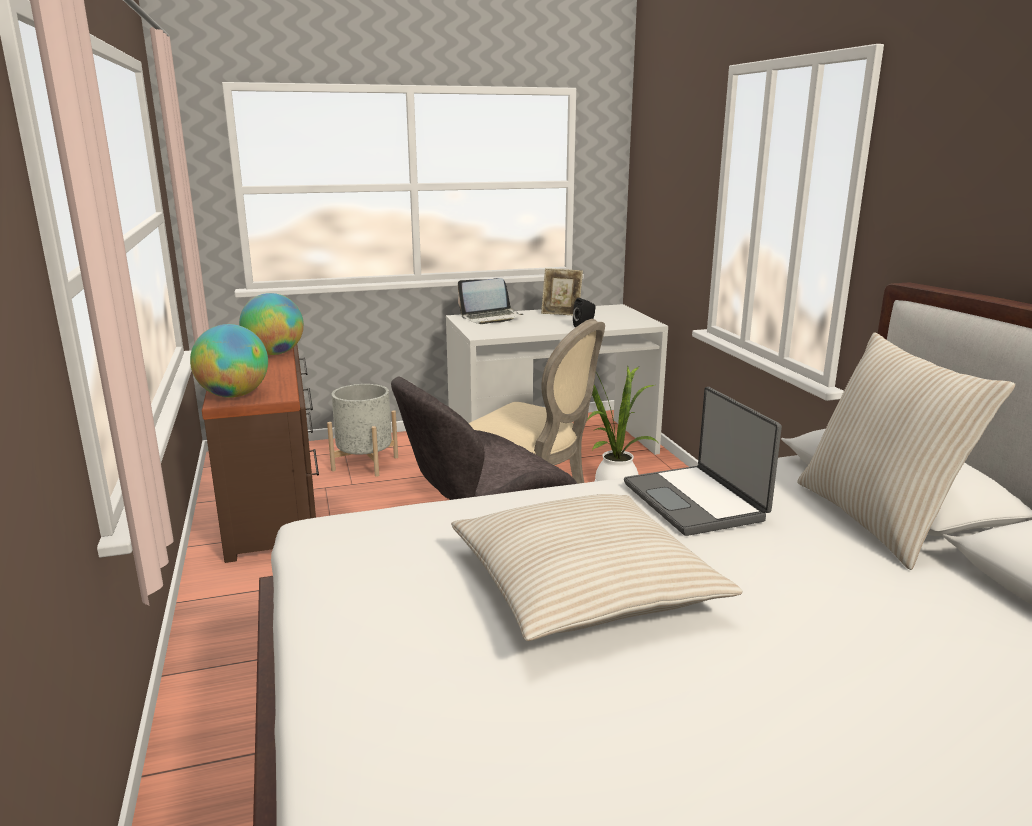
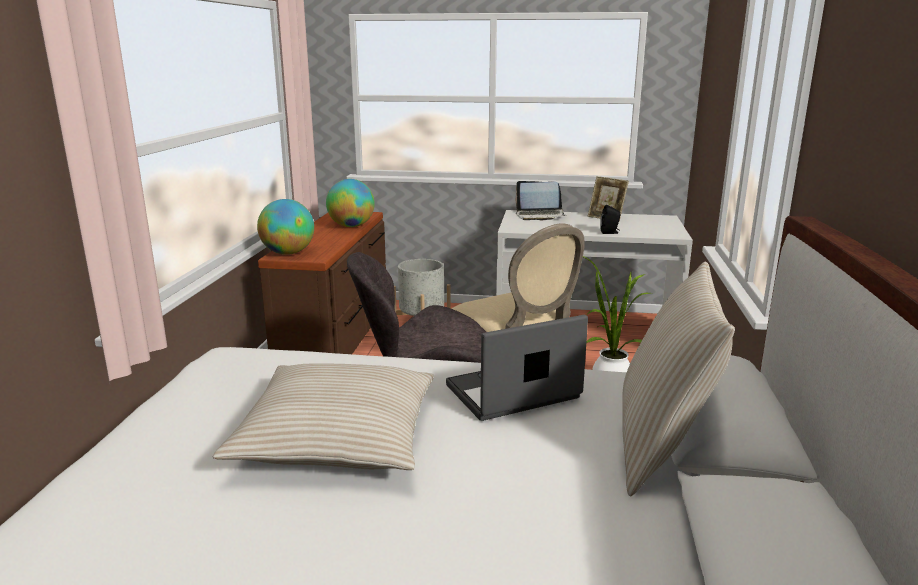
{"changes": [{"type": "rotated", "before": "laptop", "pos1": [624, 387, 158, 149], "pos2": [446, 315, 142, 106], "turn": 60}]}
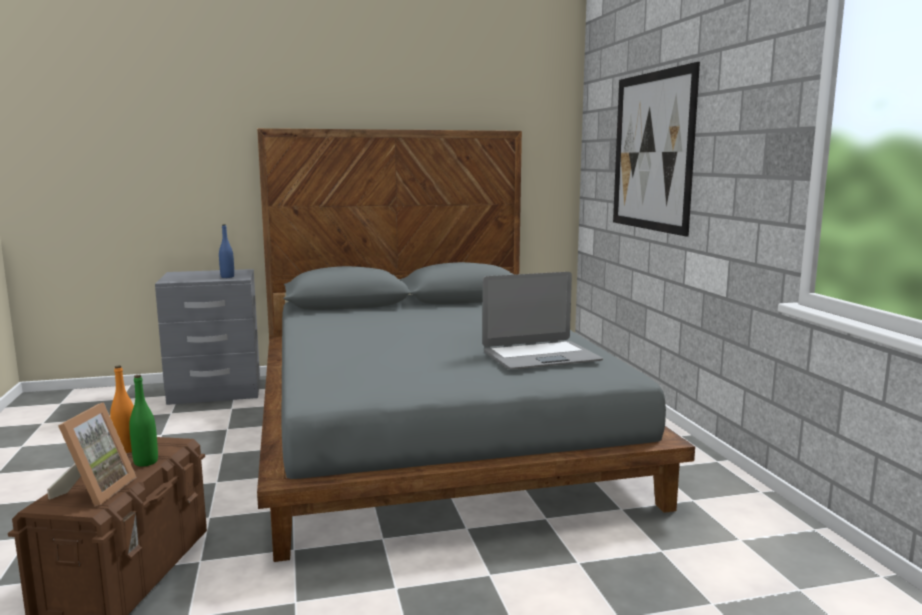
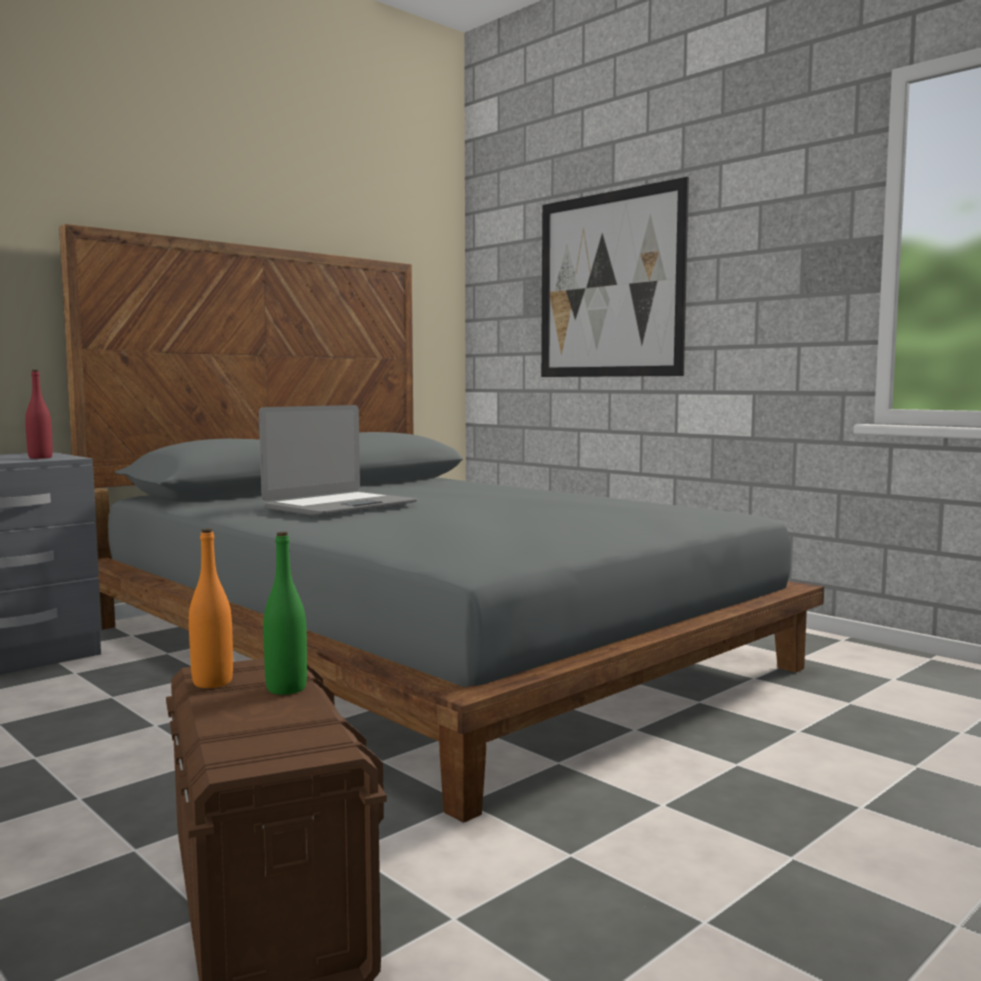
{"changes": [{"type": "gone", "before": "picture frame", "pos1": [47, 402, 89, 104]}, {"type": "shifted", "before": "laptop", "pos1": [482, 272, 121, 98], "pos2": [259, 405, 158, 111]}, {"type": "repainted", "before": "bottle in blue", "after": "bottle in red", "pos1": [219, 224, 15, 54], "pos2": [25, 370, 28, 89]}]}
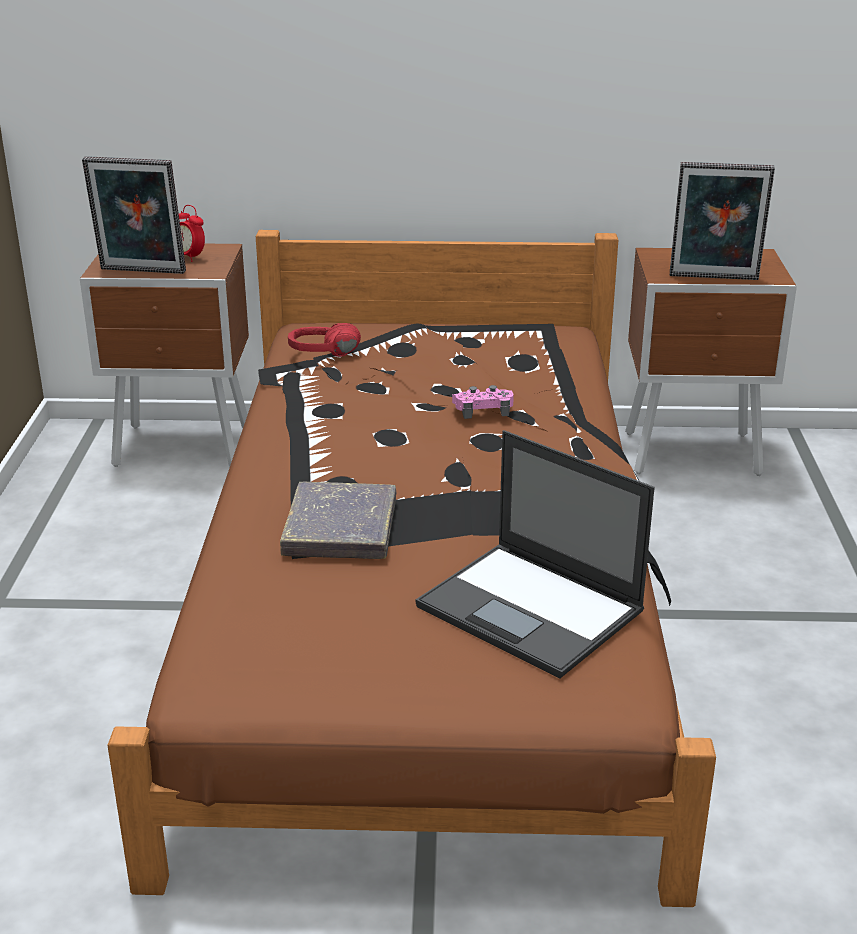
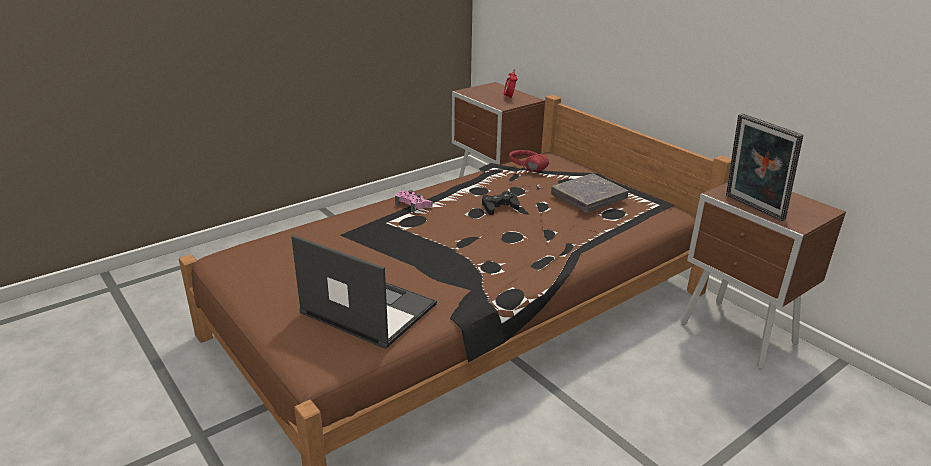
{"changes": [{"type": "gone", "before": "picture frame", "pos1": [82, 157, 104, 117]}, {"type": "new", "after": "game controller in black", "pos2": [482, 191, 38, 24]}, {"type": "shifted", "before": "book in grey", "pos1": [280, 482, 116, 77], "pos2": [551, 173, 77, 39]}, {"type": "shifted", "before": "game controller in pink", "pos1": [452, 385, 62, 34], "pos2": [395, 190, 37, 23]}, {"type": "rotated", "before": "laptop", "pos1": [416, 430, 239, 248], "pos2": [291, 235, 146, 114], "turn": 120}]}
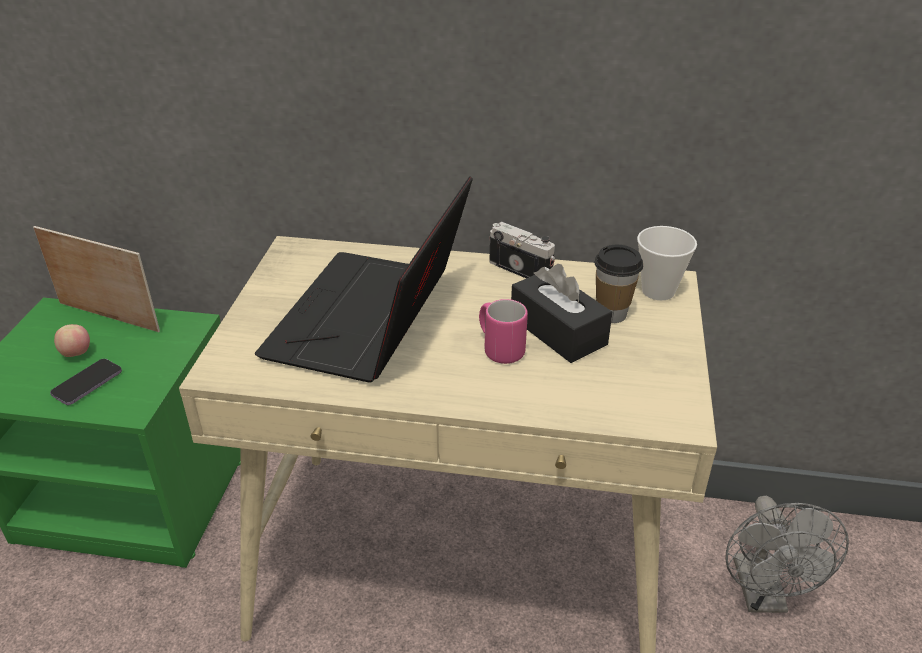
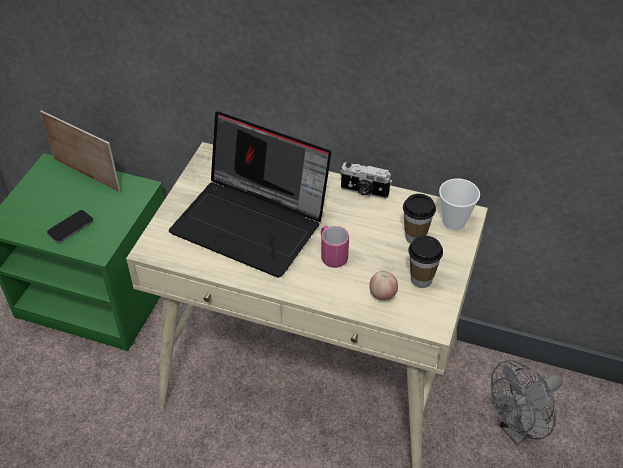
{"changes": [{"type": "gone", "before": "tissue box in black", "pos1": [511, 264, 101, 99]}, {"type": "new", "after": "cup", "pos2": [408, 236, 35, 52]}, {"type": "shifted", "before": "apple", "pos1": [54, 324, 36, 33], "pos2": [369, 271, 29, 29]}, {"type": "rotated", "before": "laptop", "pos1": [255, 176, 218, 207], "pos2": [169, 112, 162, 166], "turn": -90}, {"type": "rotated", "before": "photo camera", "pos1": [489, 222, 66, 56], "pos2": [340, 162, 52, 37], "turn": 150}, {"type": "rotated", "before": "fan in grey", "pos1": [725, 496, 124, 117], "pos2": [491, 360, 71, 85], "turn": 45}]}
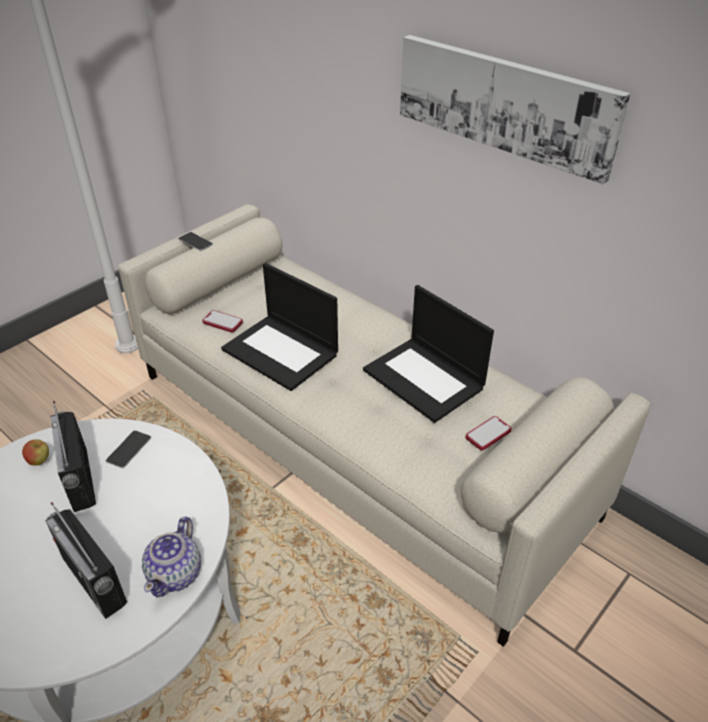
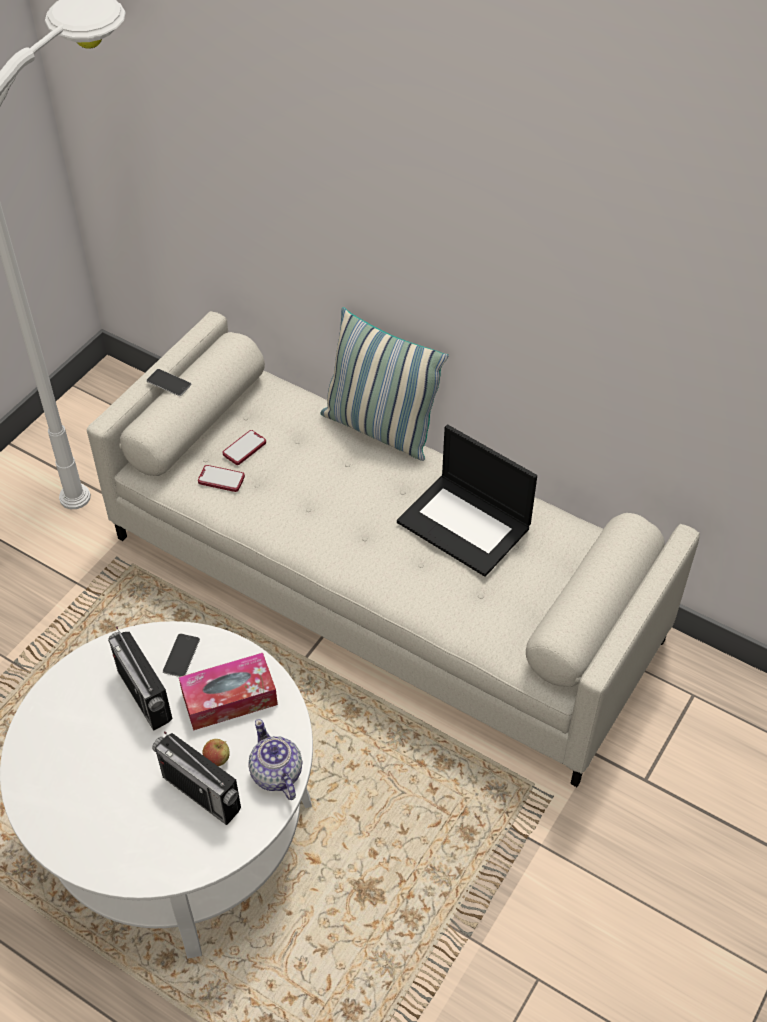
{"changes": [{"type": "gone", "before": "laptop", "pos1": [221, 263, 117, 128]}, {"type": "gone", "before": "picture", "pos1": [400, 35, 231, 149]}, {"type": "new", "after": "tissue box", "pos2": [179, 653, 99, 77]}, {"type": "new", "after": "pillow", "pos2": [321, 307, 127, 154]}, {"type": "shifted", "before": "apple", "pos1": [22, 439, 27, 27], "pos2": [202, 739, 28, 27]}, {"type": "shifted", "before": "phone", "pos1": [466, 416, 46, 35], "pos2": [222, 430, 44, 35]}, {"type": "rotated", "before": "teapot", "pos1": [142, 517, 59, 80], "pos2": [248, 719, 54, 81], "turn": 150}]}
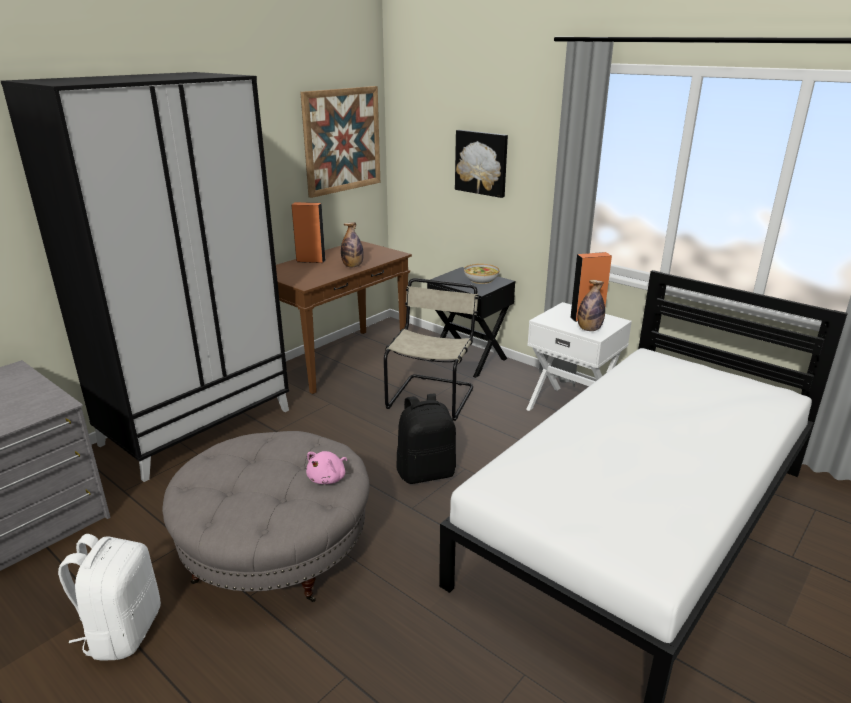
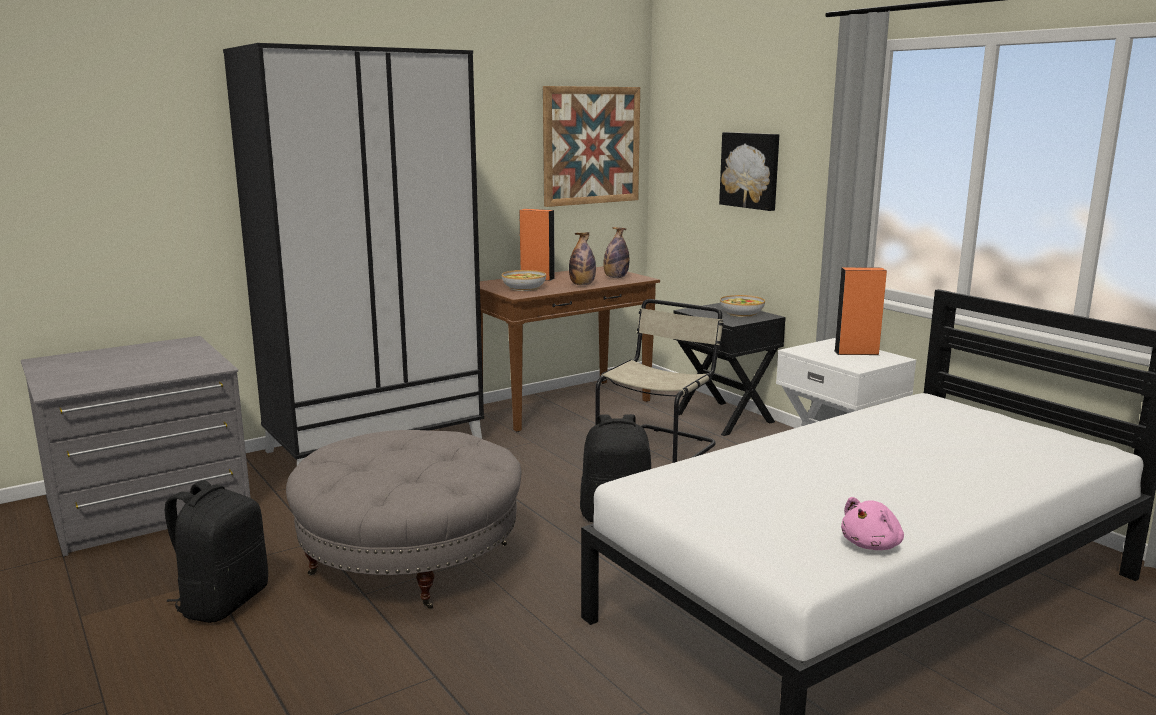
{"changes": [{"type": "new", "after": "bowl", "pos2": [502, 270, 44, 21]}, {"type": "shifted", "before": "plush toy in pink", "pos1": [306, 451, 41, 33], "pos2": [841, 497, 63, 53]}, {"type": "shifted", "before": "bottle", "pos1": [578, 280, 27, 51], "pos2": [603, 227, 26, 51]}, {"type": "repainted", "before": "backpack in white", "after": "backpack in black", "pos1": [58, 534, 103, 126], "pos2": [165, 480, 103, 143]}]}
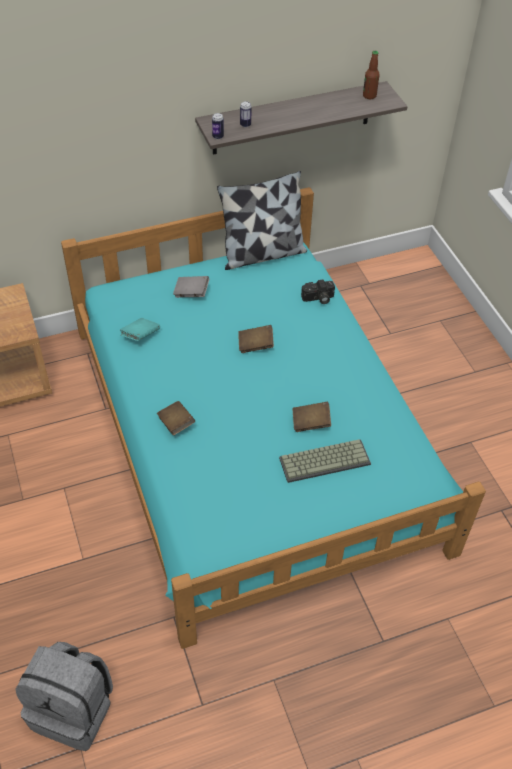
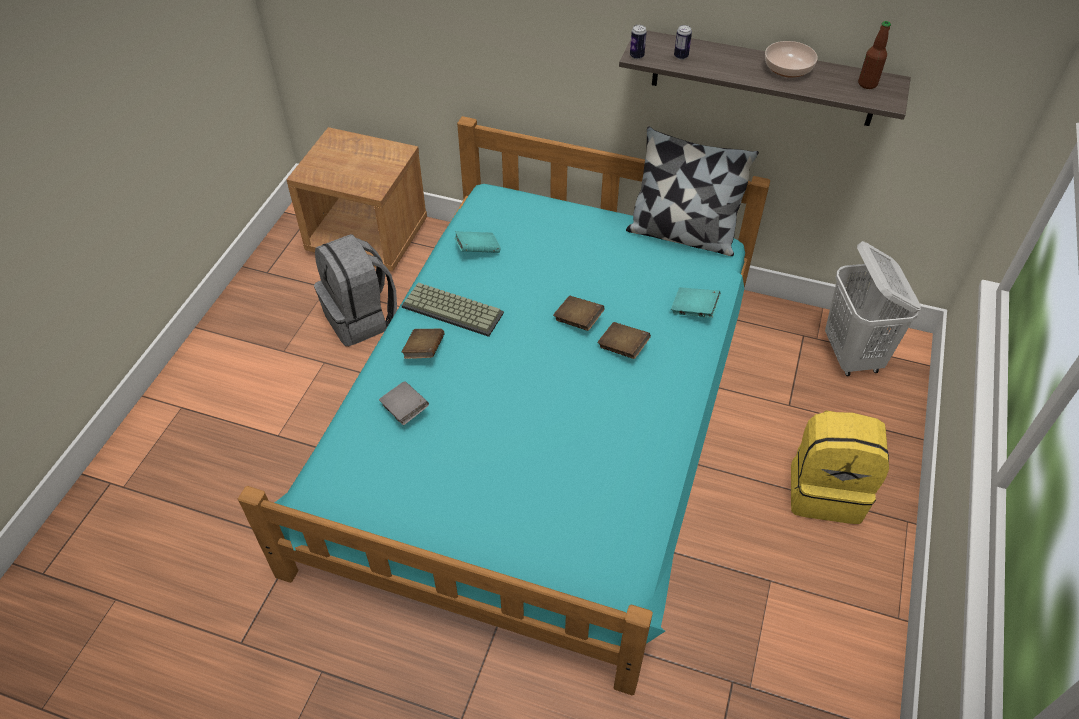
{"changes": [{"type": "new", "after": "bowl", "pos2": [765, 41, 53, 36]}, {"type": "new", "after": "backpack in yellow", "pos2": [791, 410, 98, 114]}, {"type": "new", "after": "laundry basket in white", "pos2": [825, 241, 96, 135]}, {"type": "shifted", "before": "backpack in grey", "pos1": [15, 642, 98, 109], "pos2": [314, 234, 83, 112]}, {"type": "shifted", "before": "book in grey", "pos1": [173, 276, 36, 22], "pos2": [379, 381, 50, 44]}, {"type": "shifted", "before": "keyboard", "pos1": [279, 439, 92, 44], "pos2": [402, 282, 102, 55]}, {"type": "shifted", "before": "book in brown", "pos1": [293, 401, 38, 31], "pos2": [597, 322, 54, 37]}, {"type": "swapped", "before": "photo camera", "after": "book in turquoise", "pos1": [301, 280, 34, 24], "pos2": [671, 287, 50, 31]}]}
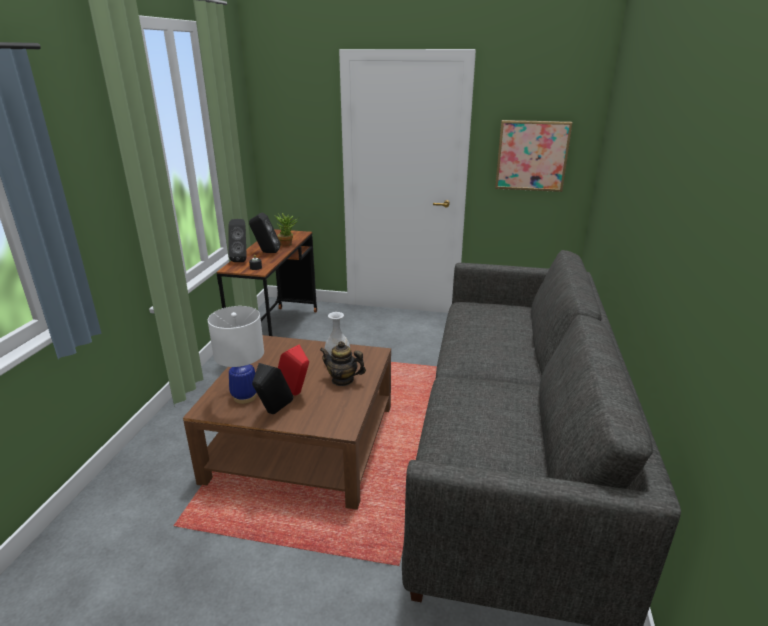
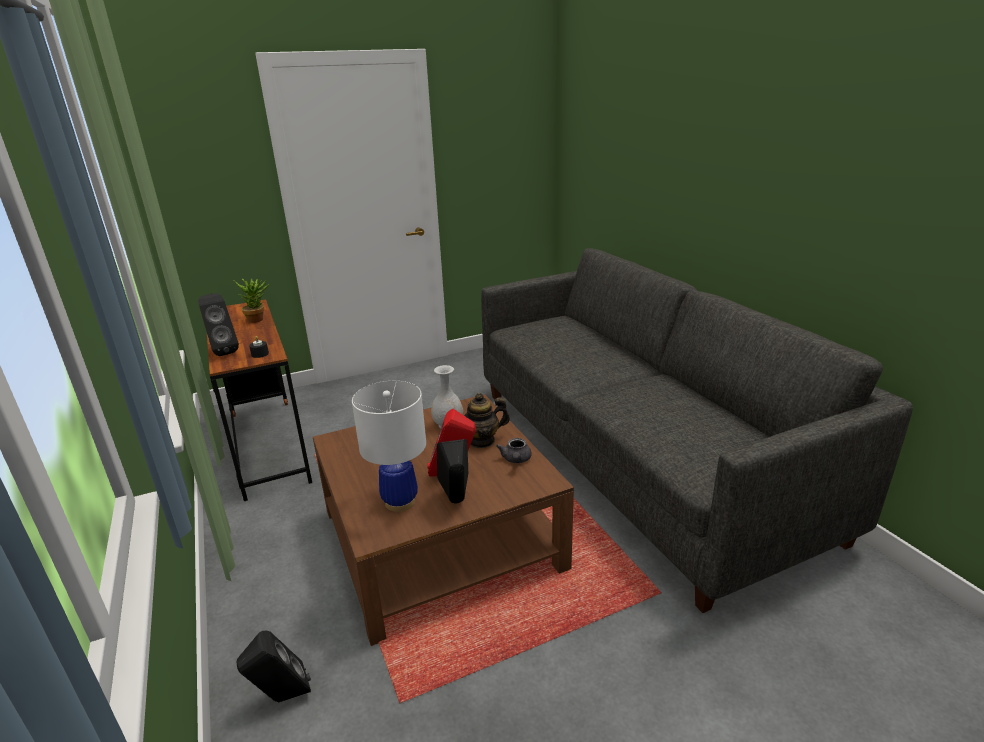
{"changes": [{"type": "gone", "before": "picture", "pos1": [495, 120, 78, 72]}, {"type": "new", "after": "teapot in grey", "pos2": [496, 438, 35, 25]}, {"type": "shifted", "before": "speaker in black", "pos1": [249, 212, 31, 41], "pos2": [237, 631, 74, 72]}]}
